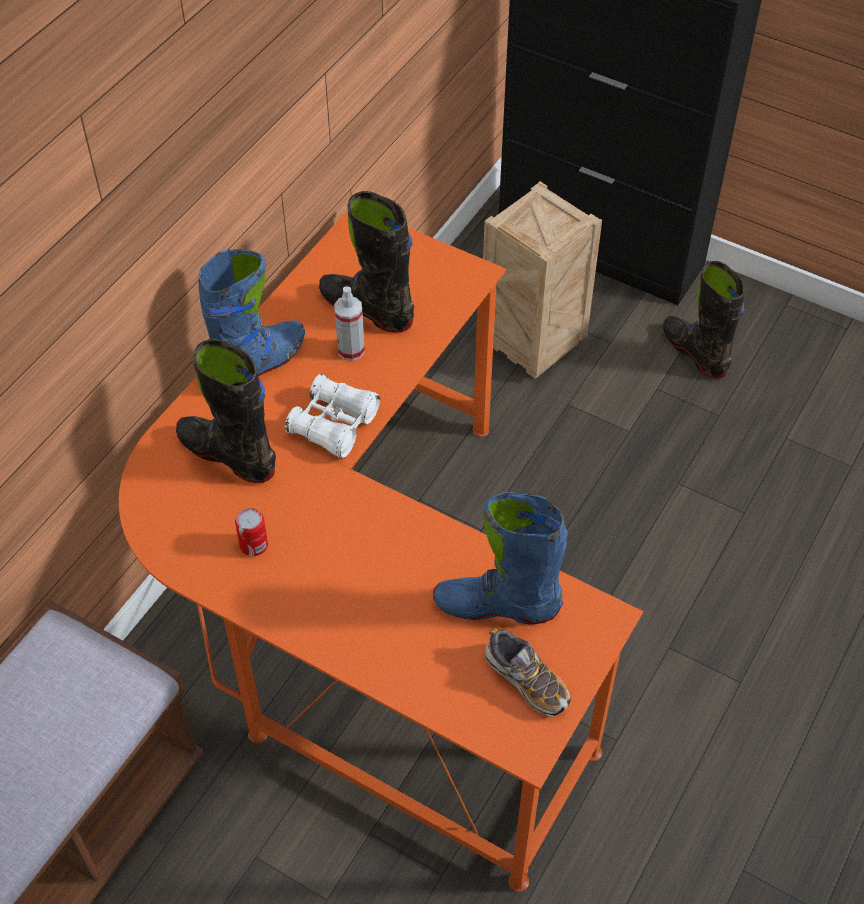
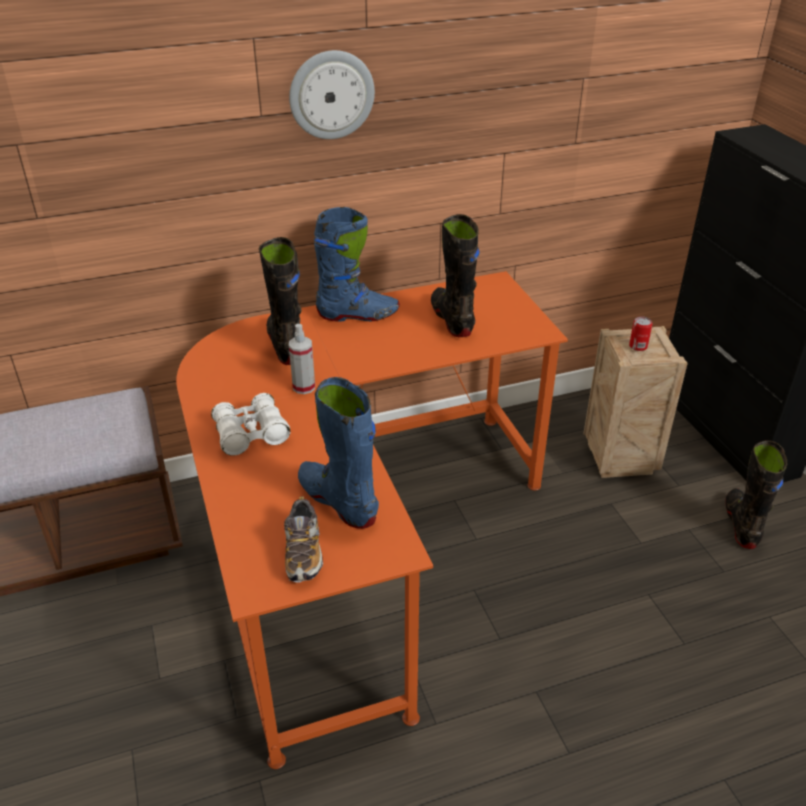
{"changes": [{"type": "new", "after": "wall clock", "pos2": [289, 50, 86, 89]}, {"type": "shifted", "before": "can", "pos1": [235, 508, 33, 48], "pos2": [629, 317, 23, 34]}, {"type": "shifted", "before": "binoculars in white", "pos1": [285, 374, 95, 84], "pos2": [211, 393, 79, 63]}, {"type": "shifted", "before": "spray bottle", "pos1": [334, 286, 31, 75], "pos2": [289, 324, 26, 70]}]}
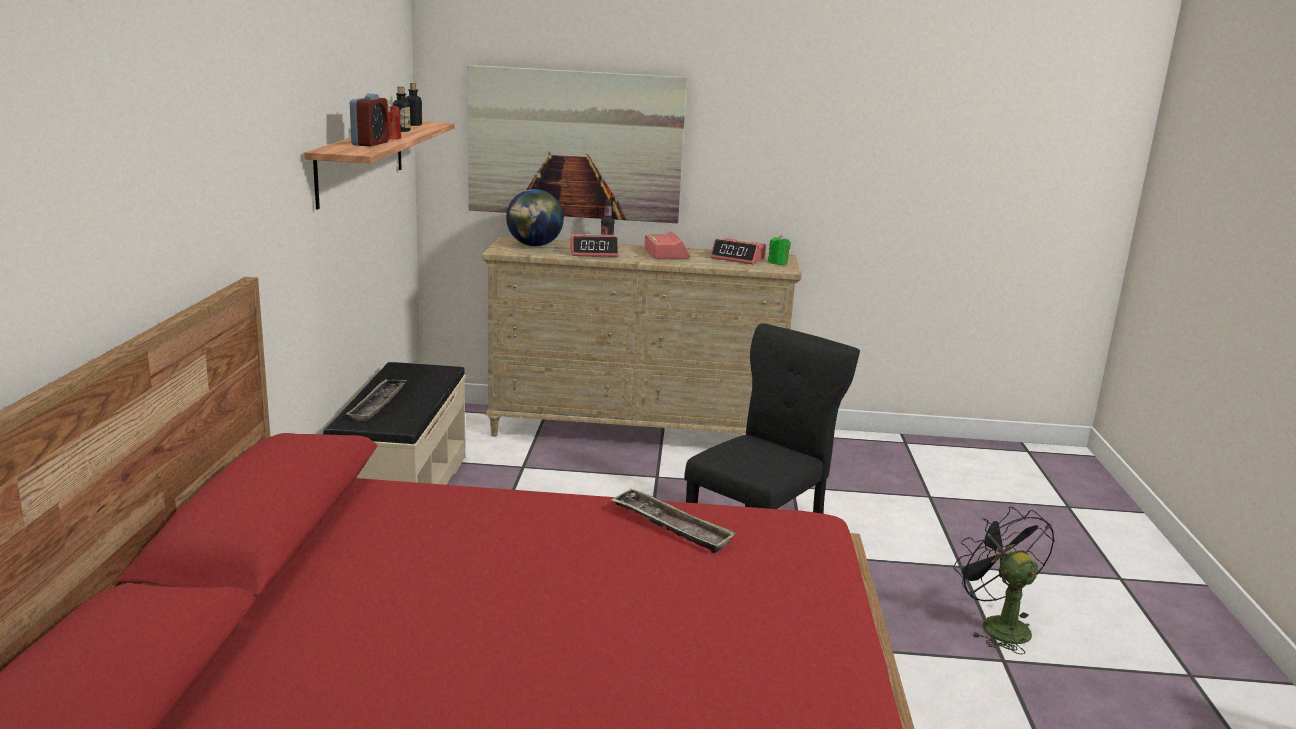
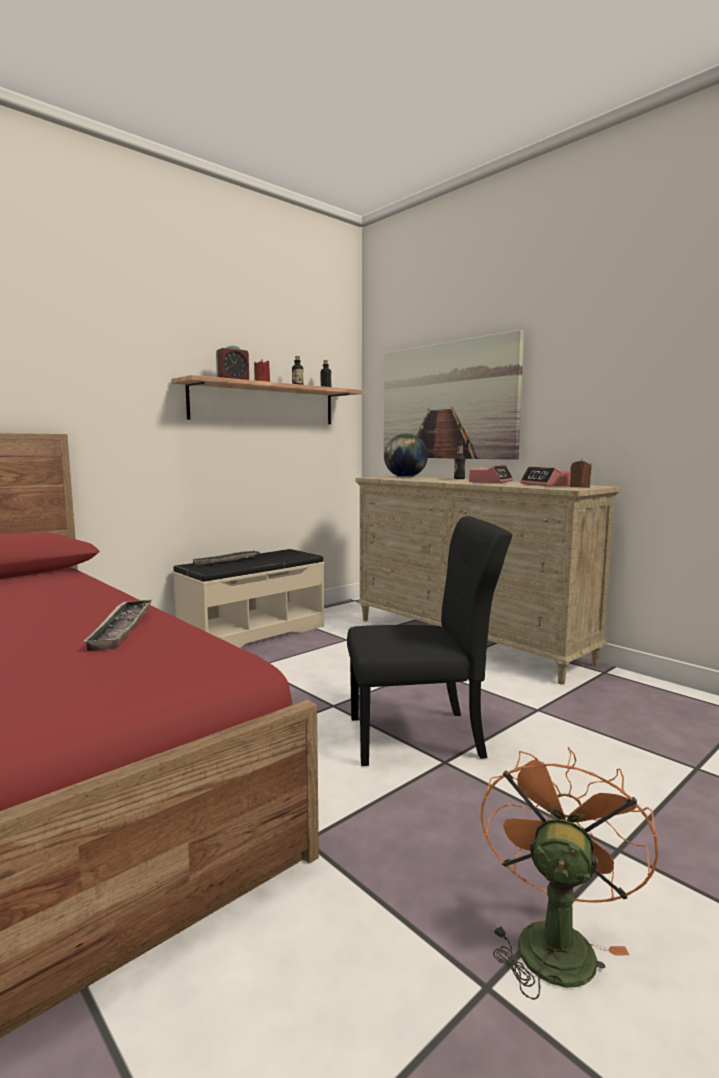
{"changes": [{"type": "gone", "before": "alarm clock", "pos1": [570, 234, 49, 23]}, {"type": "repainted", "before": "candle in green", "after": "candle in brown", "pos1": [768, 235, 23, 30], "pos2": [570, 459, 22, 29]}, {"type": "repainted", "before": "fan in black", "after": "fan in orange", "pos1": [953, 507, 102, 147], "pos2": [481, 747, 178, 253]}]}
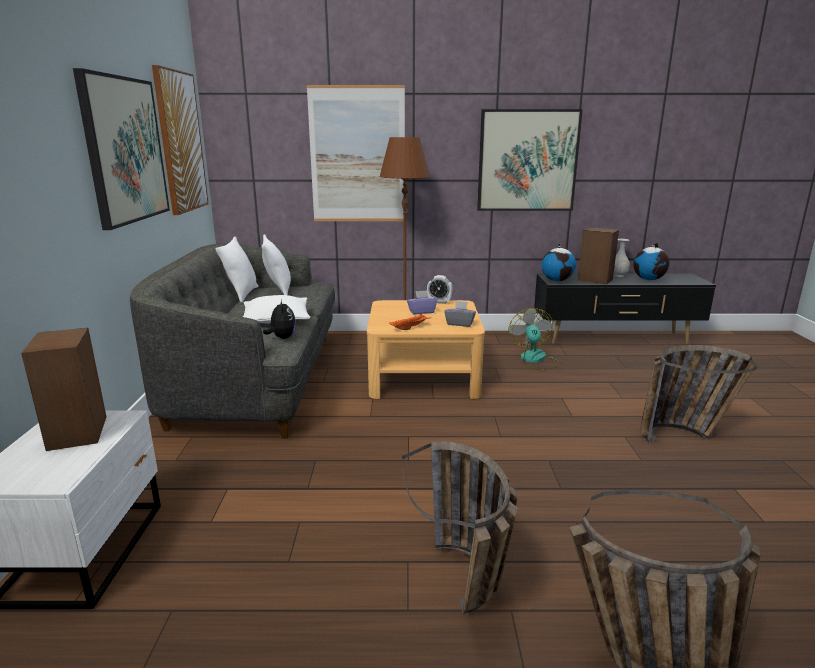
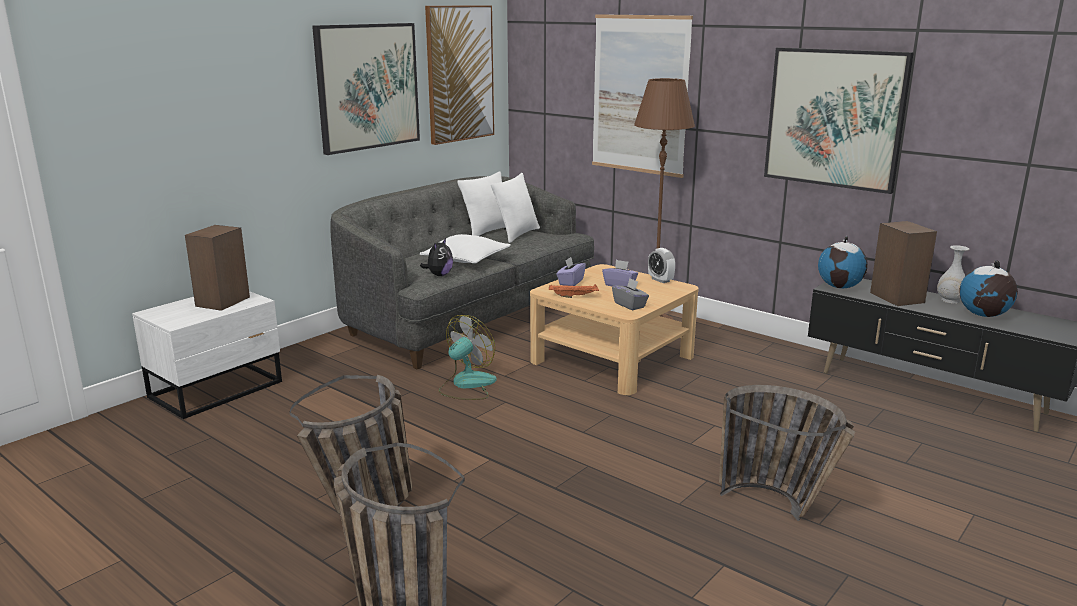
{"changes": [{"type": "new", "after": "tissue box in purple", "pos2": [556, 257, 30, 29]}, {"type": "shifted", "before": "fan", "pos1": [508, 308, 56, 61], "pos2": [439, 315, 58, 85]}]}
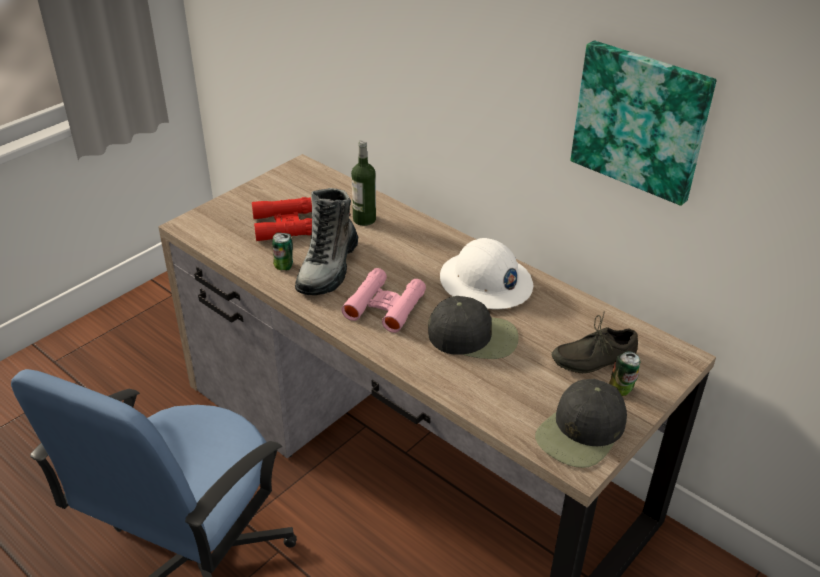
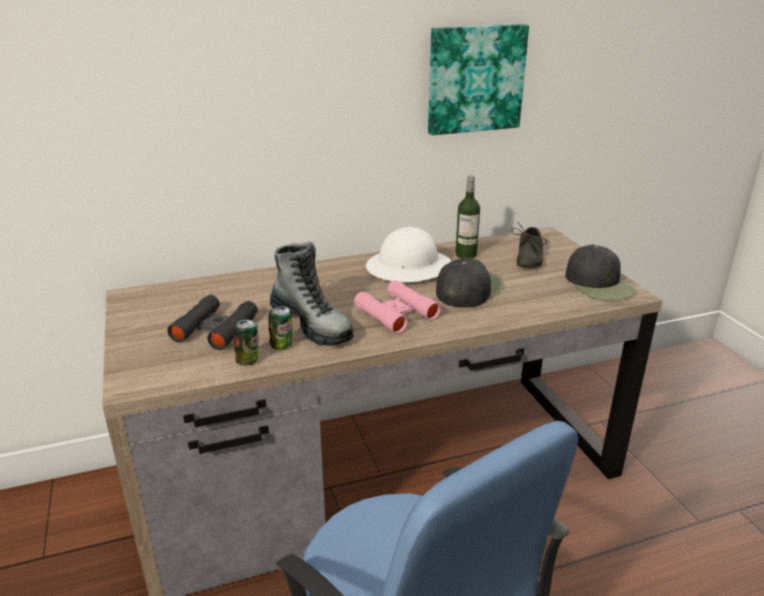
{"changes": [{"type": "shifted", "before": "bottle", "pos1": [351, 140, 25, 86], "pos2": [455, 175, 25, 83]}, {"type": "shifted", "before": "can", "pos1": [609, 351, 31, 45], "pos2": [233, 320, 26, 45]}, {"type": "repainted", "before": "binoculars in red", "after": "binoculars in black", "pos1": [252, 197, 60, 44], "pos2": [167, 295, 91, 55]}]}
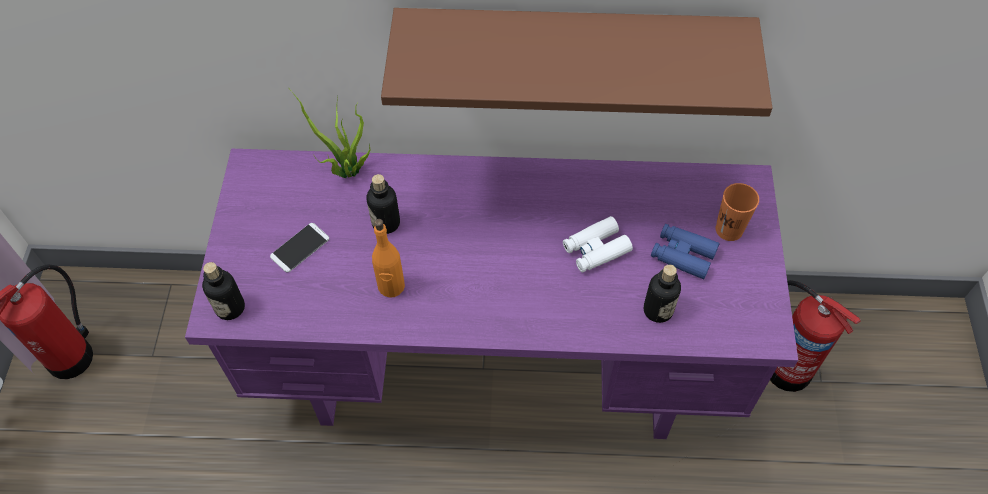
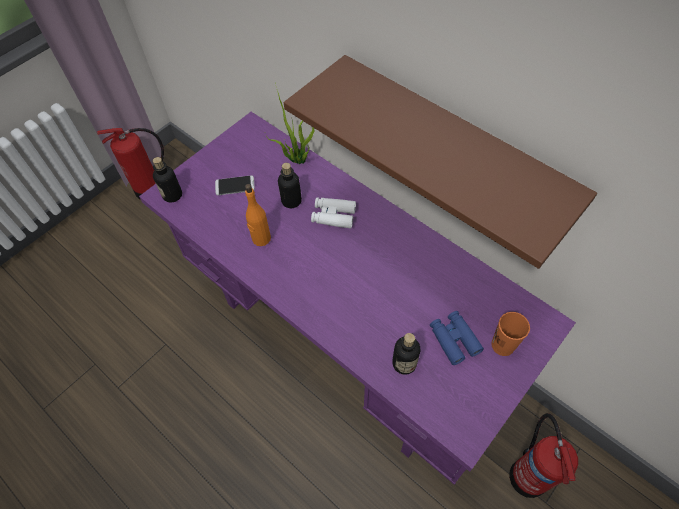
{"changes": [{"type": "shifted", "before": "binoculars in white", "pos1": [563, 216, 70, 57], "pos2": [311, 198, 45, 31]}]}
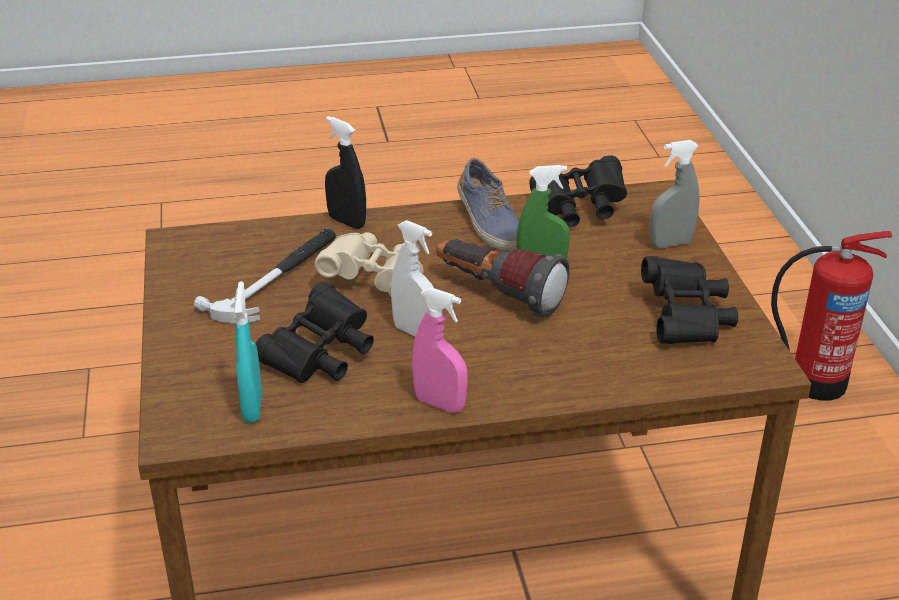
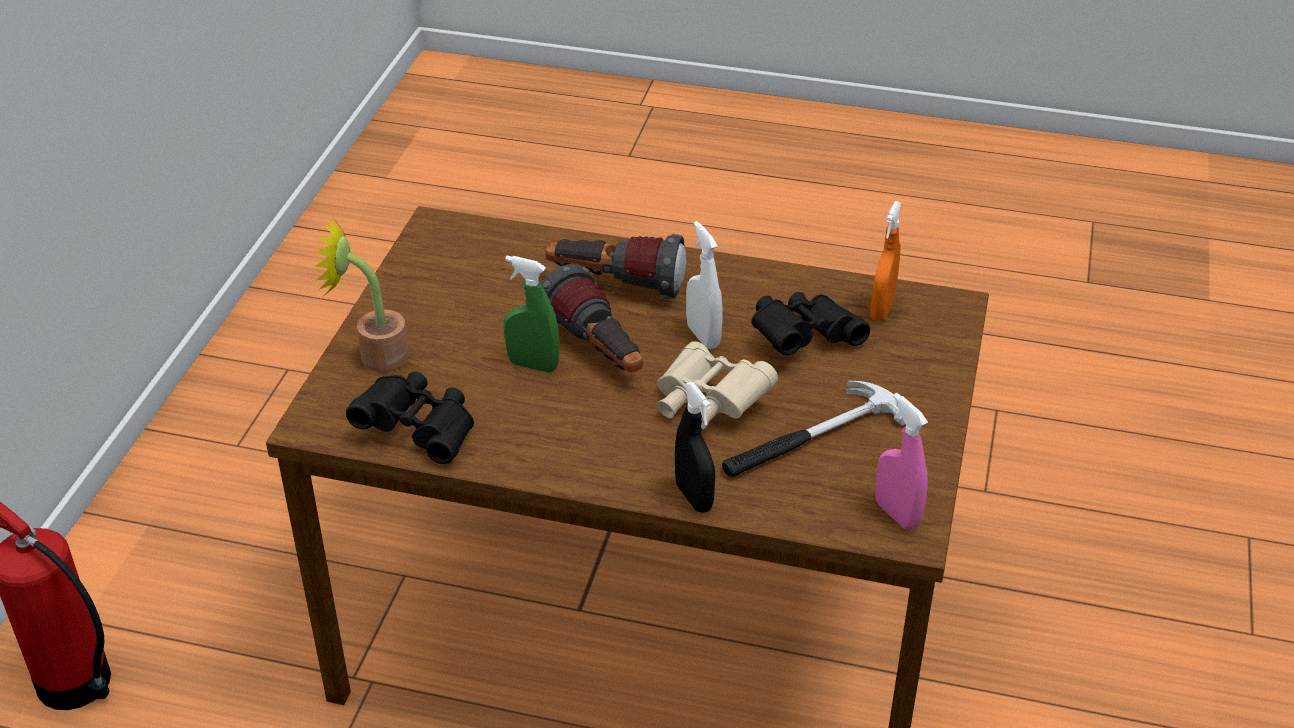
{"changes": [{"type": "gone", "before": "shoe", "pos1": [457, 158, 62, 93]}, {"type": "gone", "before": "binoculars in black", "pos1": [641, 256, 97, 88]}, {"type": "new", "after": "flashlight", "pos2": [546, 234, 140, 65]}, {"type": "shifted", "before": "spray bottle in pink", "pos1": [412, 287, 55, 126], "pos2": [875, 393, 53, 137]}, {"type": "swapped", "before": "spray bottle in grey", "after": "potted plant", "pos1": [649, 140, 51, 108], "pos2": [314, 219, 95, 154]}, {"type": "repainted", "before": "spray bottle in turquoise", "after": "spray bottle in orange", "pos1": [234, 282, 28, 141], "pos2": [870, 201, 32, 120]}]}
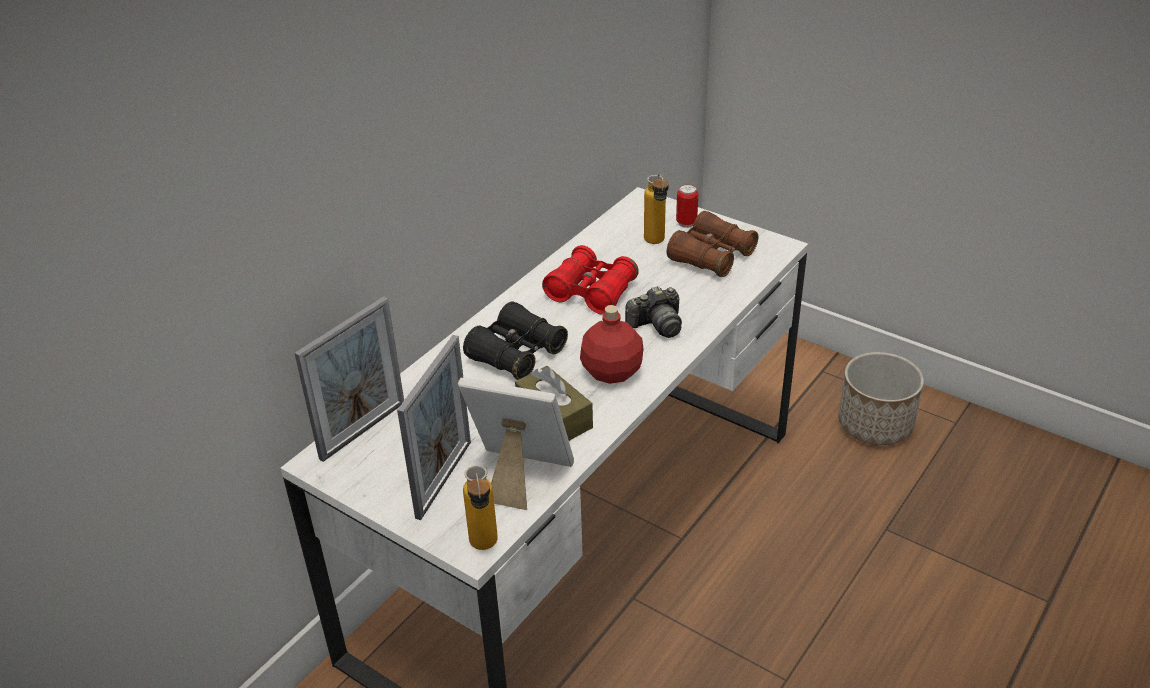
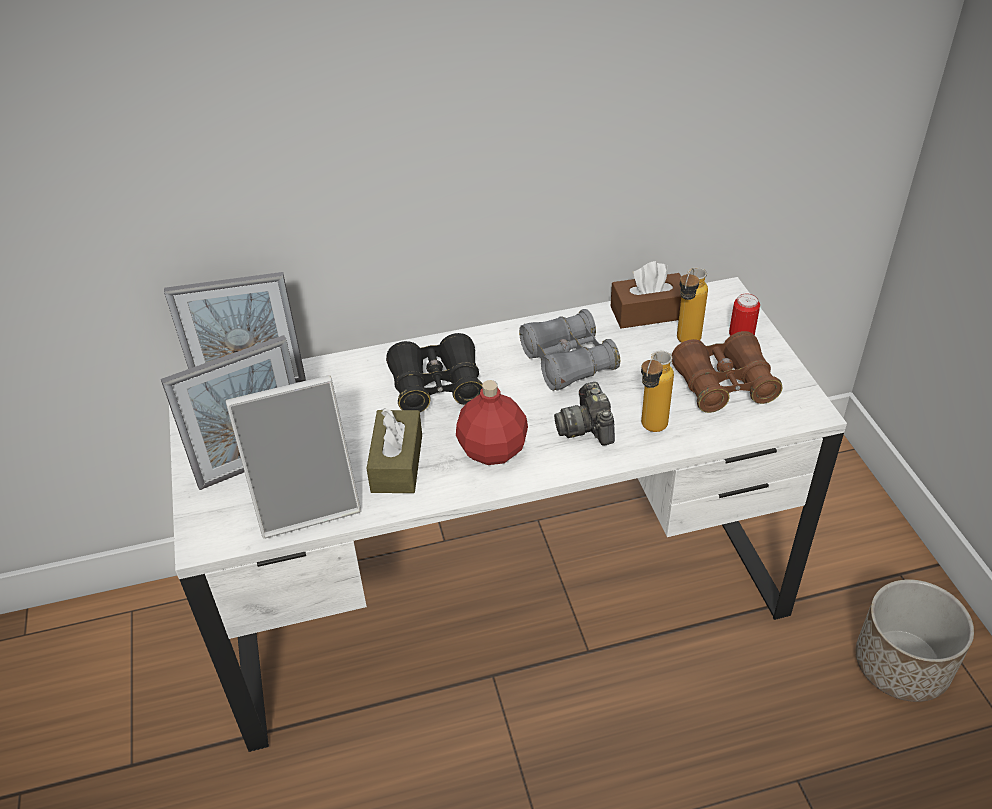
{"changes": [{"type": "new", "after": "tissue box in brown", "pos2": [611, 261, 70, 68]}, {"type": "shifted", "before": "bottle", "pos1": [463, 465, 35, 85], "pos2": [641, 351, 33, 81]}, {"type": "repainted", "before": "binoculars in red", "after": "binoculars in grey", "pos1": [542, 245, 97, 70], "pos2": [519, 309, 101, 82]}, {"type": "rotated", "before": "picture frame", "pos1": [458, 378, 116, 132], "pos2": [226, 375, 135, 164], "turn": 105}, {"type": "rotated", "before": "photo camera", "pos1": [625, 286, 57, 52], "pos2": [554, 382, 61, 63], "turn": 60}]}
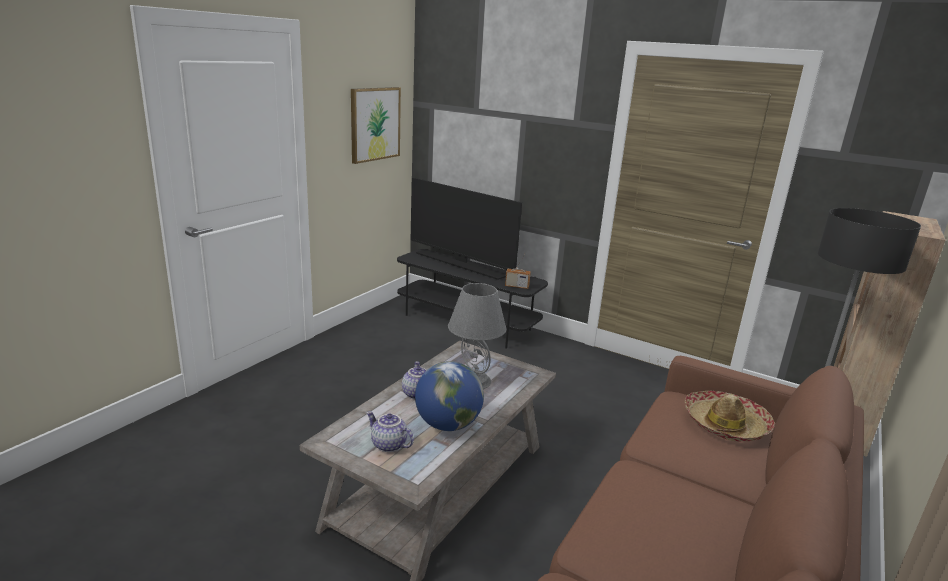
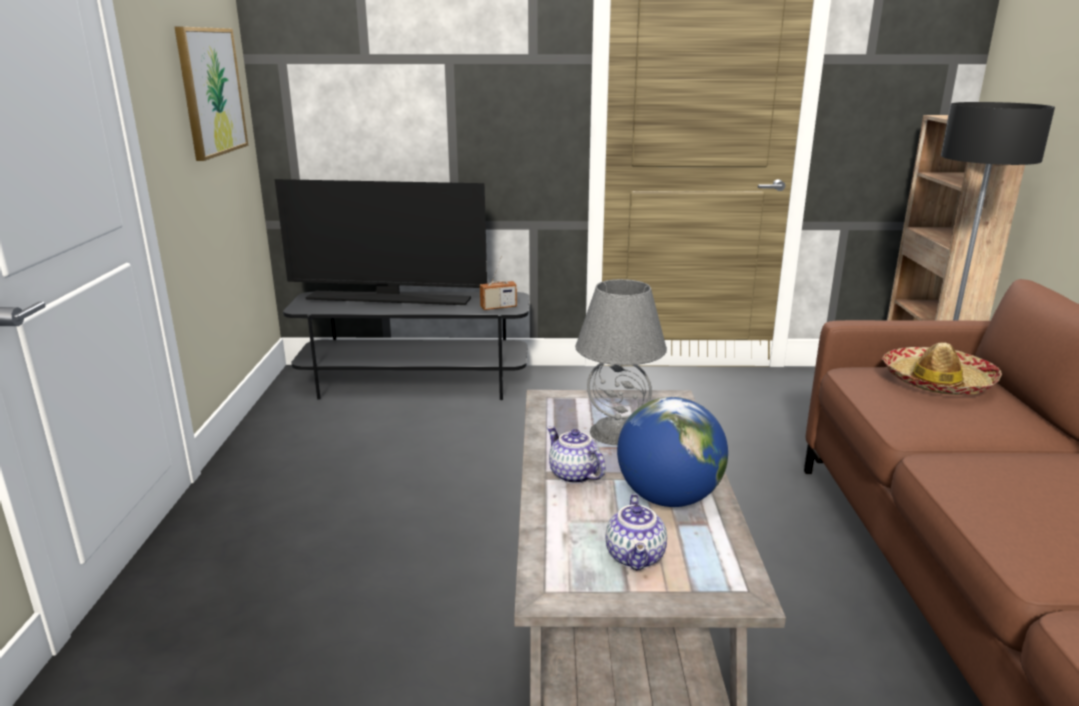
{"changes": [{"type": "rotated", "before": "teapot", "pos1": [366, 411, 48, 41], "pos2": [606, 494, 61, 76], "turn": -90}]}
